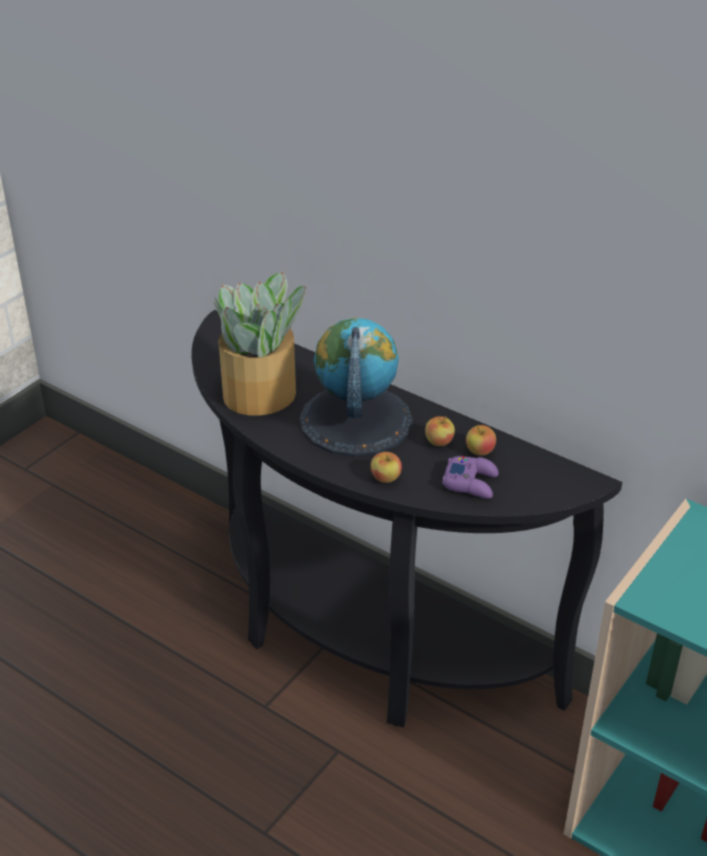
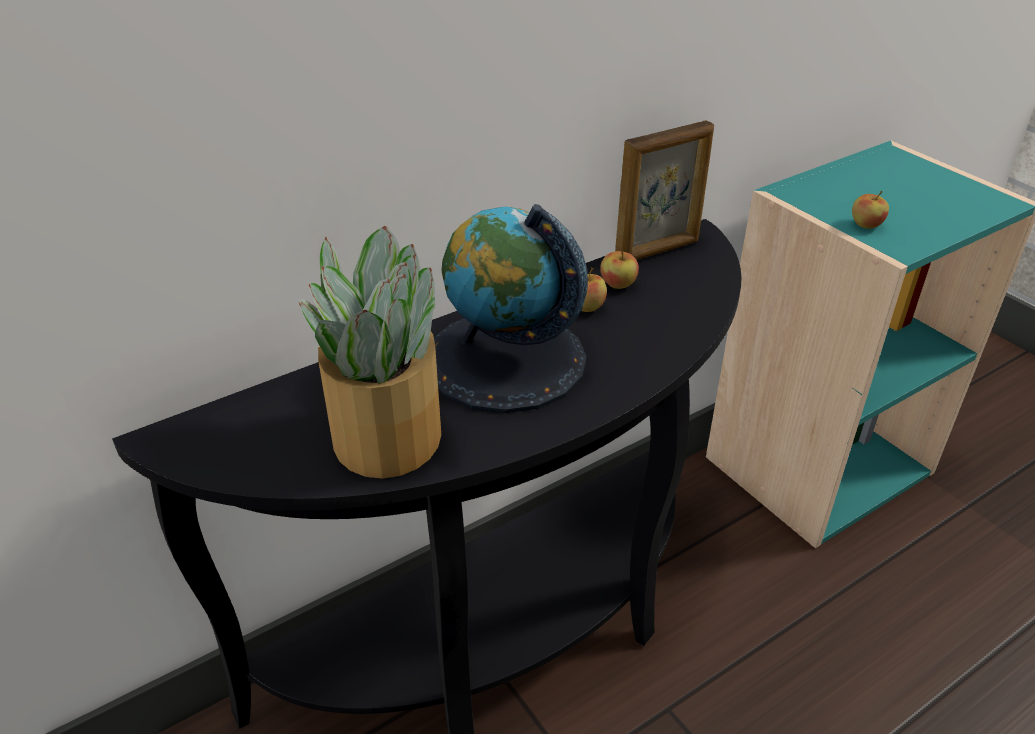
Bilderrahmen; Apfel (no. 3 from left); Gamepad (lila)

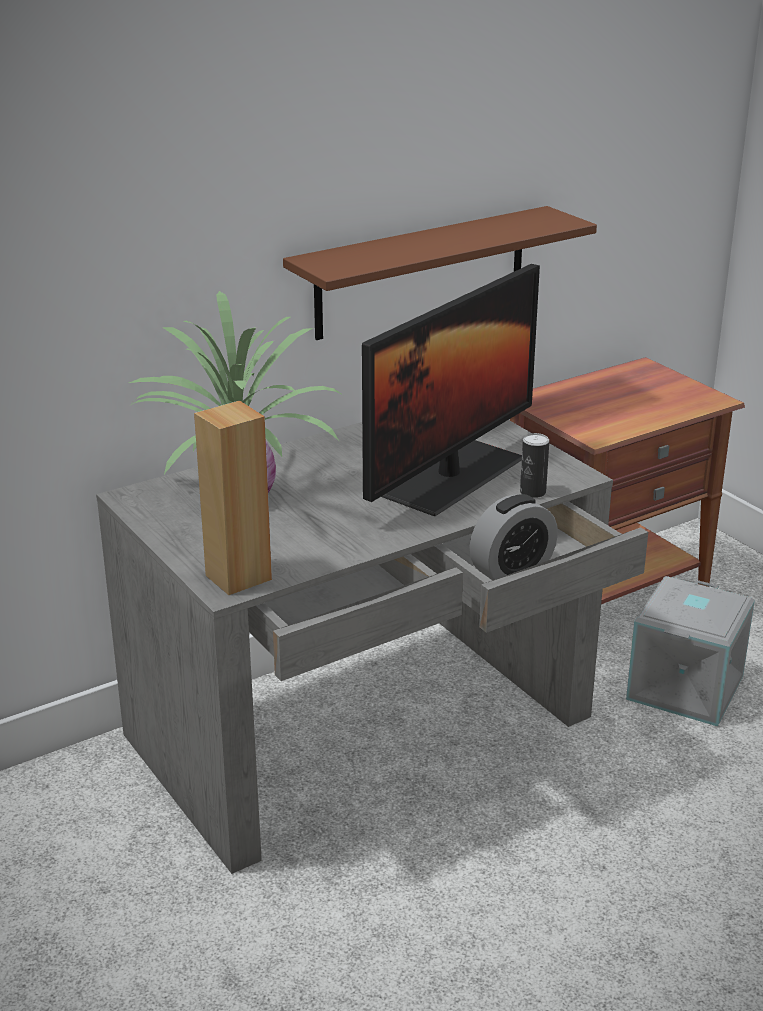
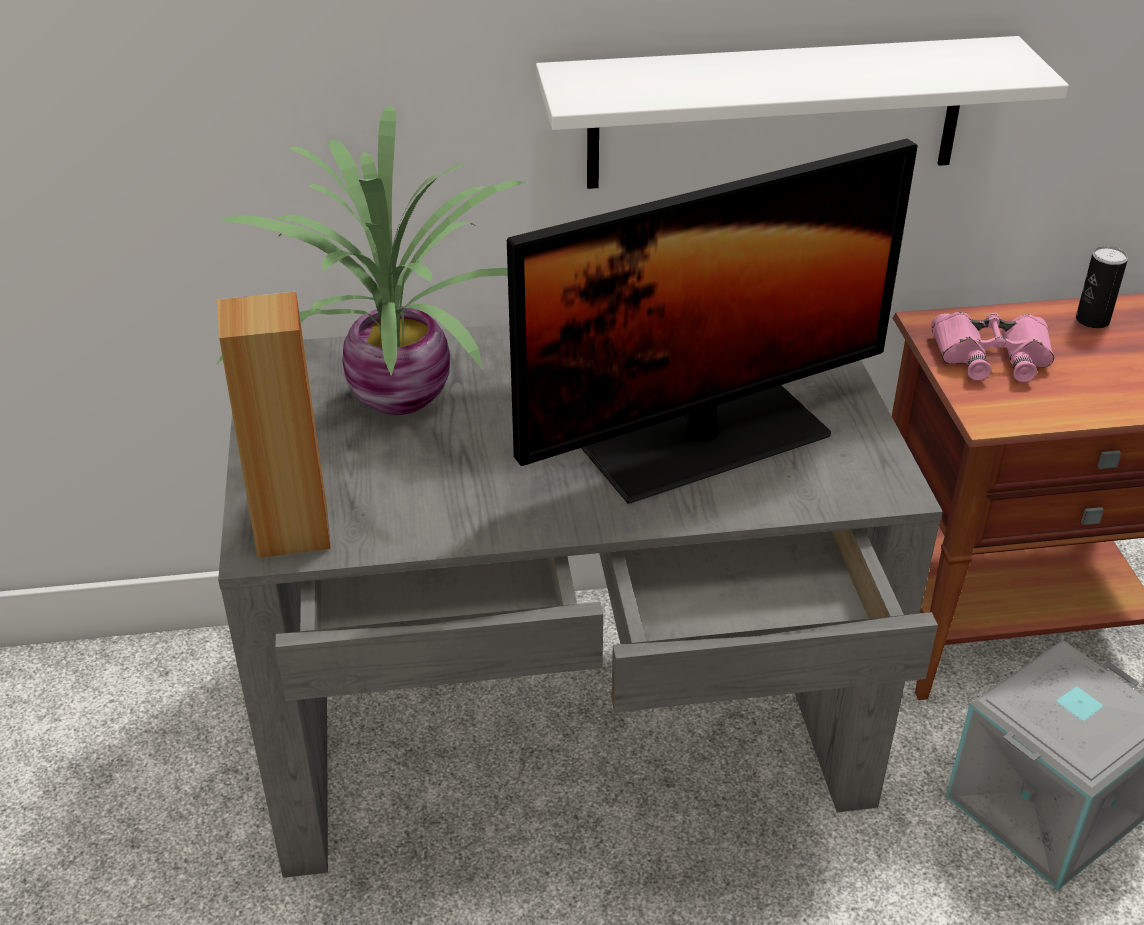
Wandregal (weiß); Fernglas (rosa); Dose; Wecker

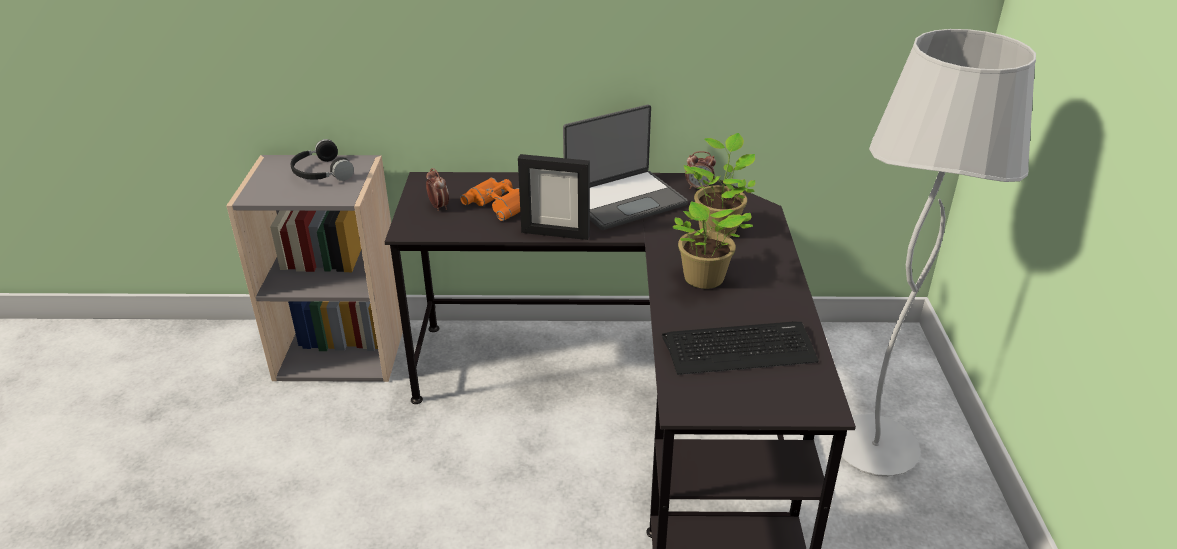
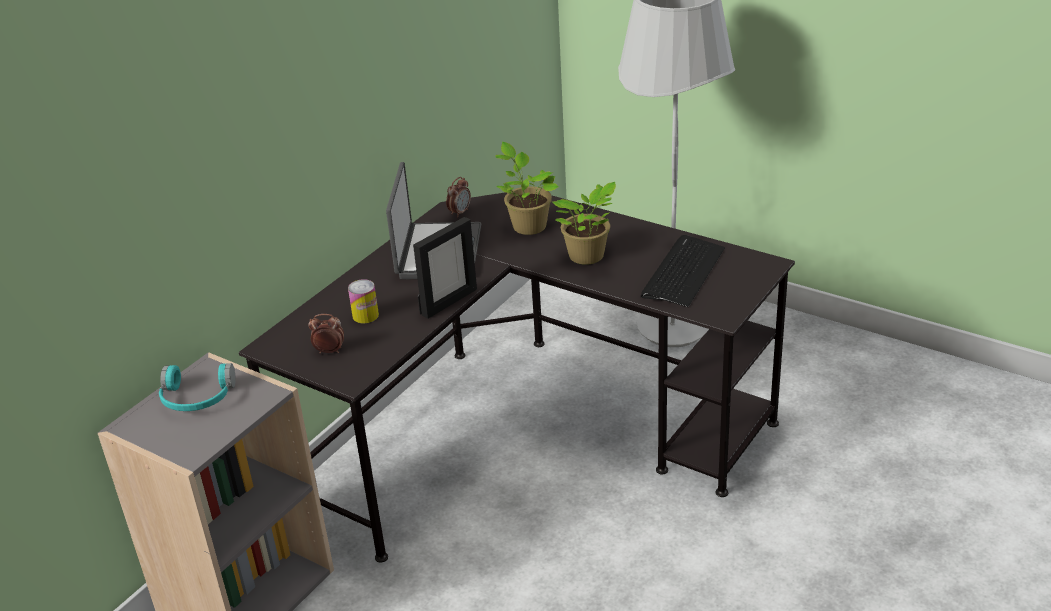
Kopfhörer (türkis); Dose

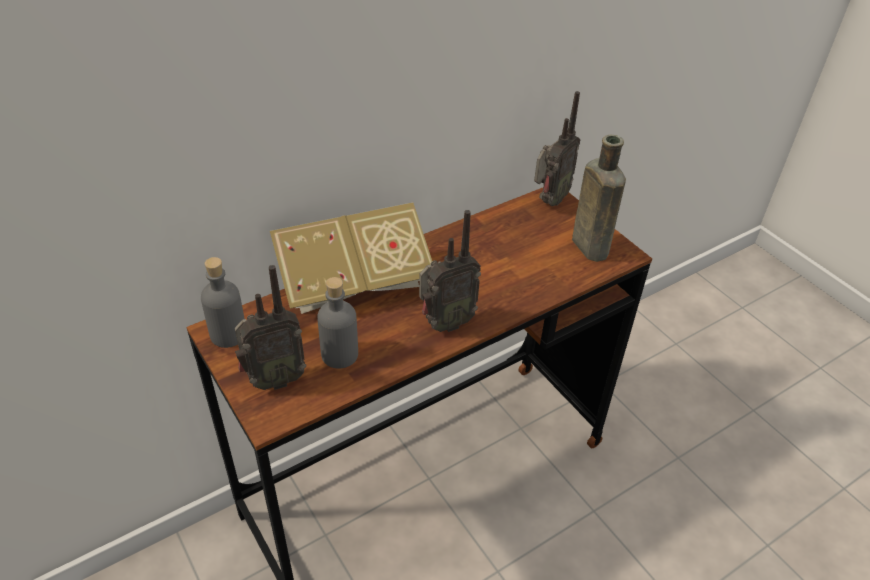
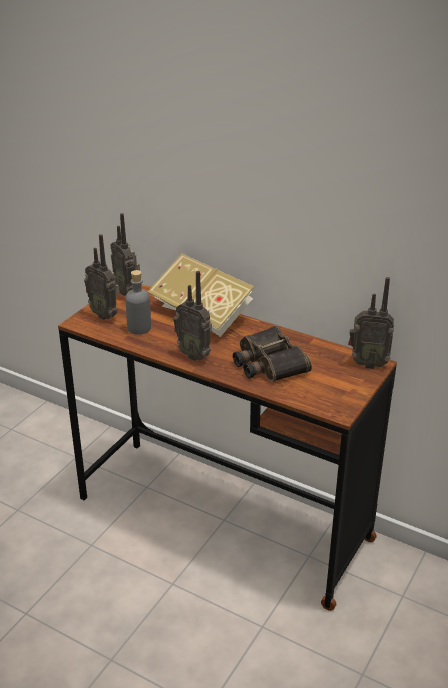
Radio (no. 2 from left); Fernglas; Flasche (braun)

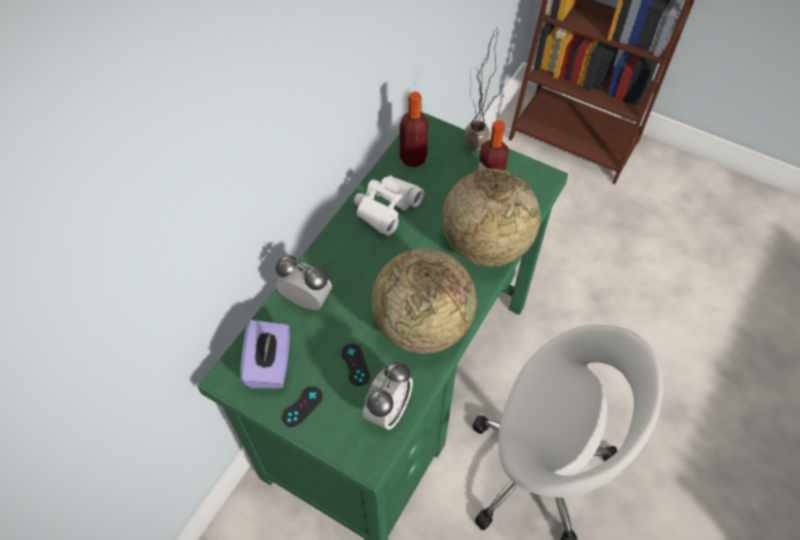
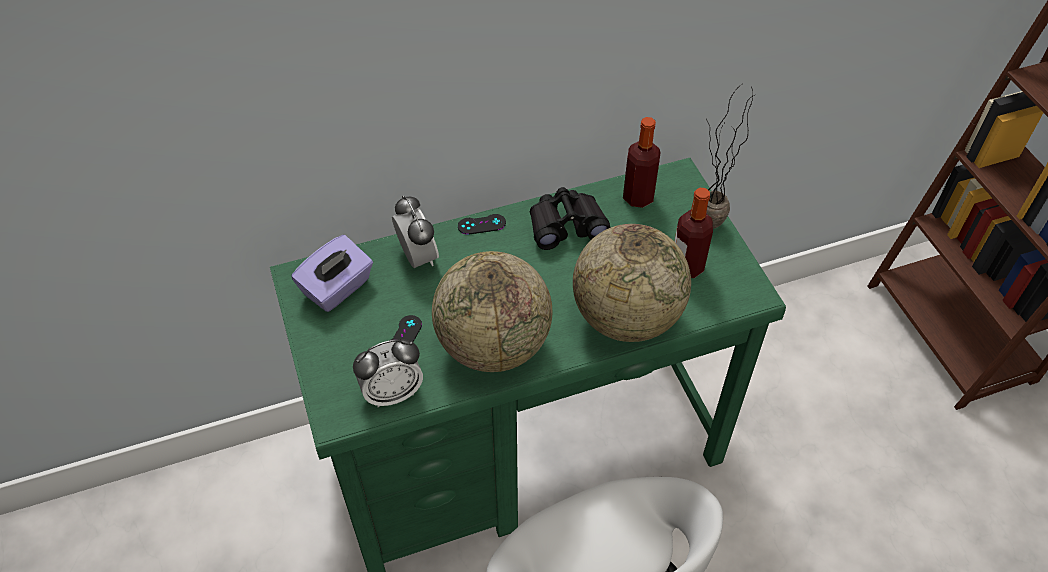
Gamepad (schwarz) (no. 2 from left); Fernglas (schwarz)

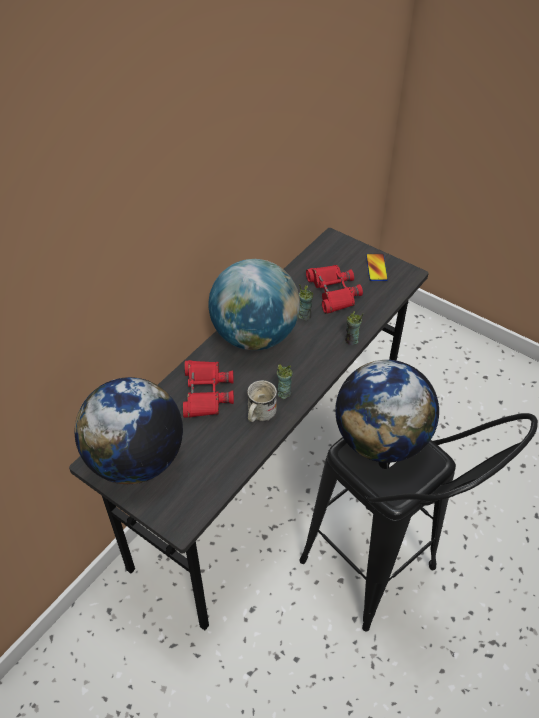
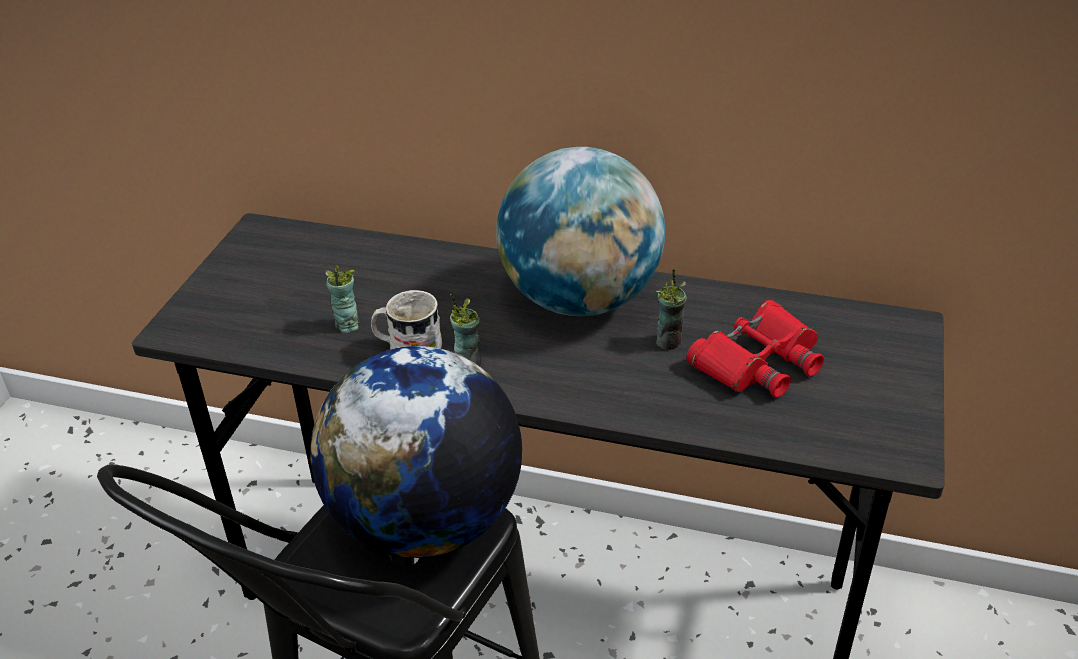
Tasse (no. 1 from left); Globus (no. 1 from left in the first image); Fernglas (rot) (no. 1 from left in the first image); Handy

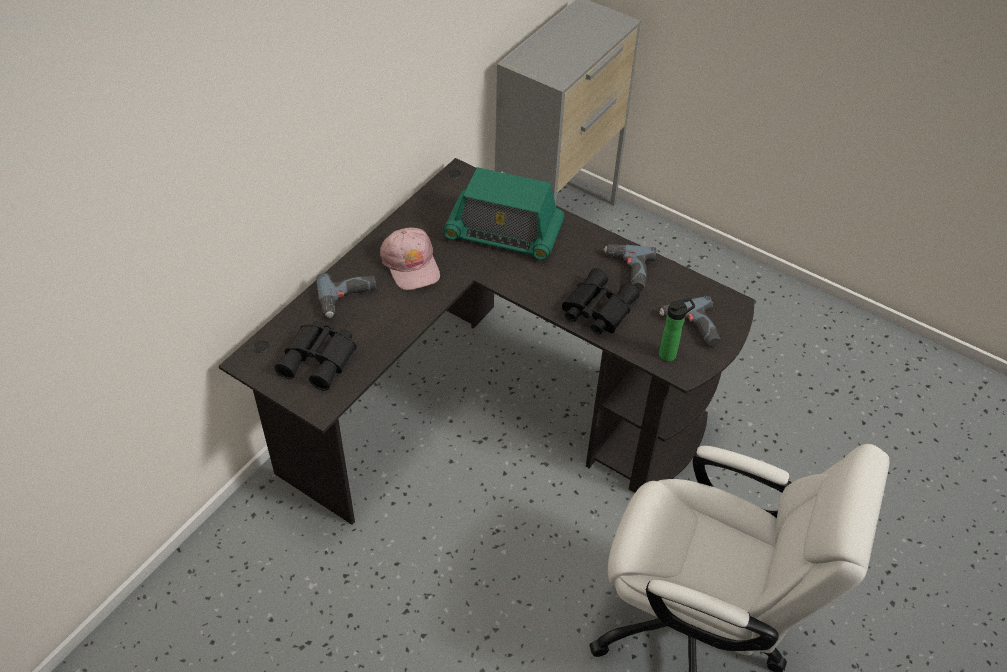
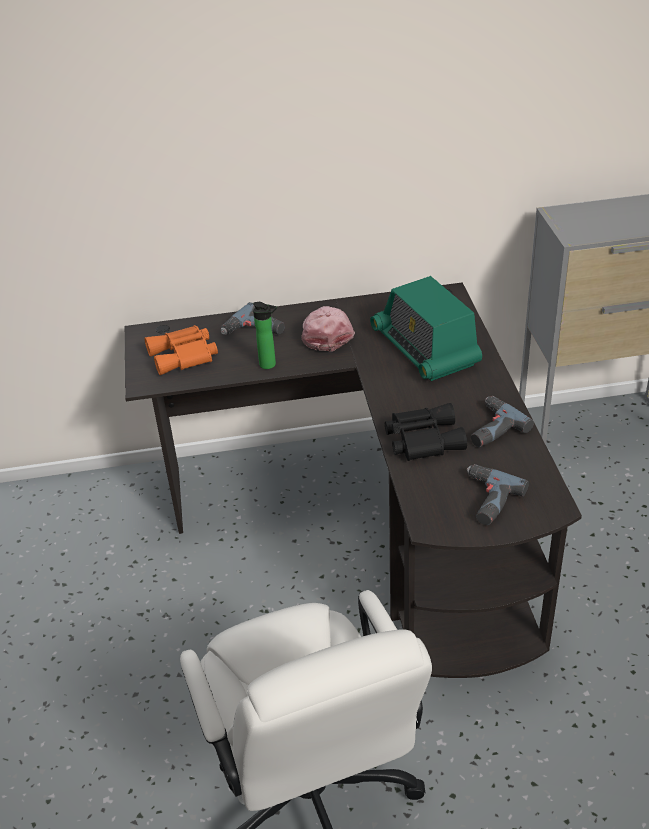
Fernglas (orange); Flasche; Kappe (rosa)

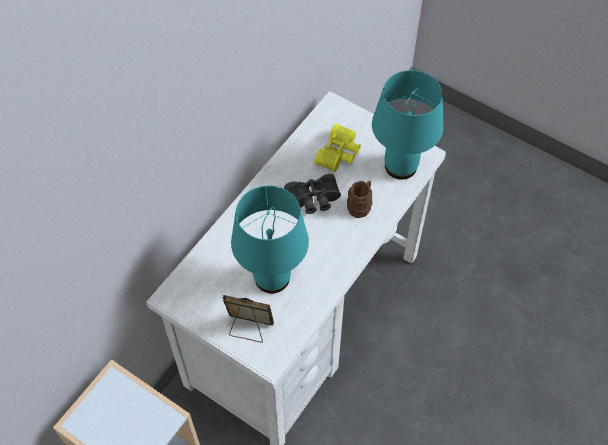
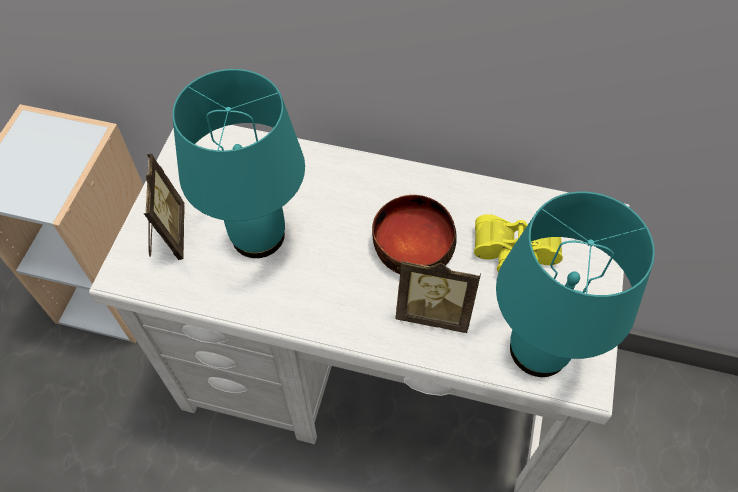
Schüssel; Bilderrahmen (no. 2 from left)

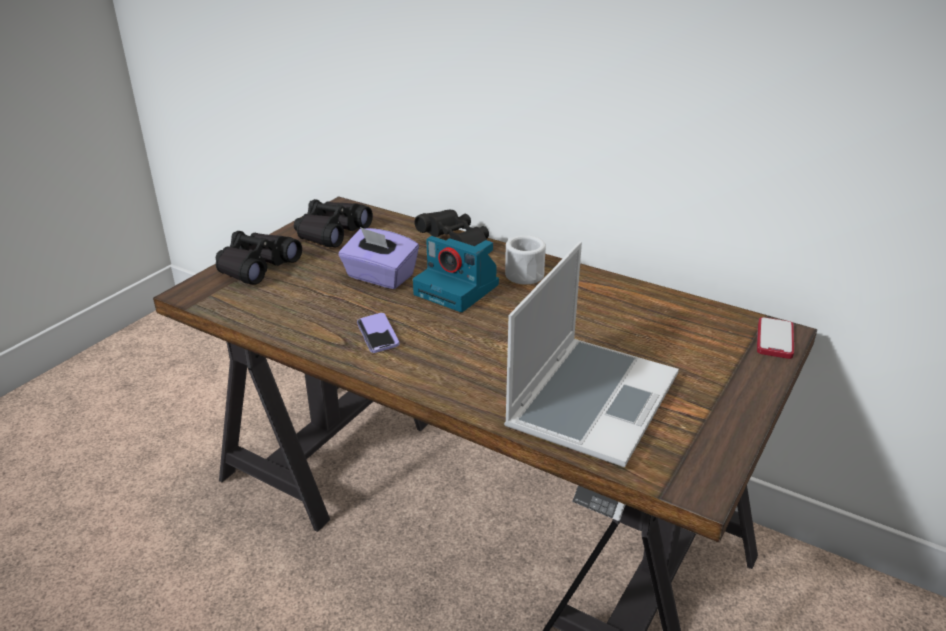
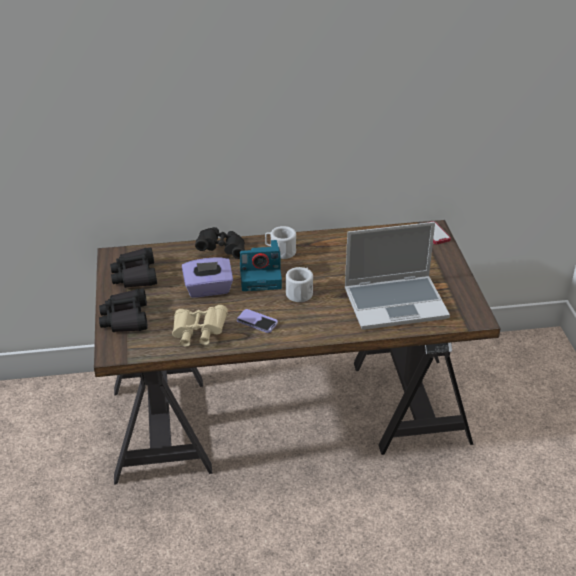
Fernglas (beige); Henkelbecher (weiß) (no. 2 from left); Laptop

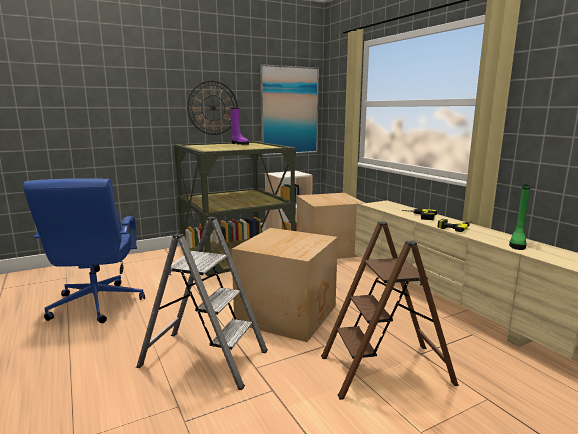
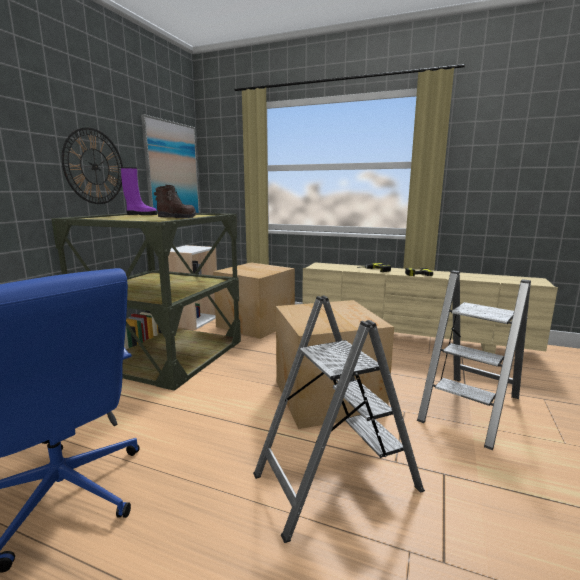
Stiefel (braun); Trittleiter (grau) (no. 2 from left); Stiefel (grün)

